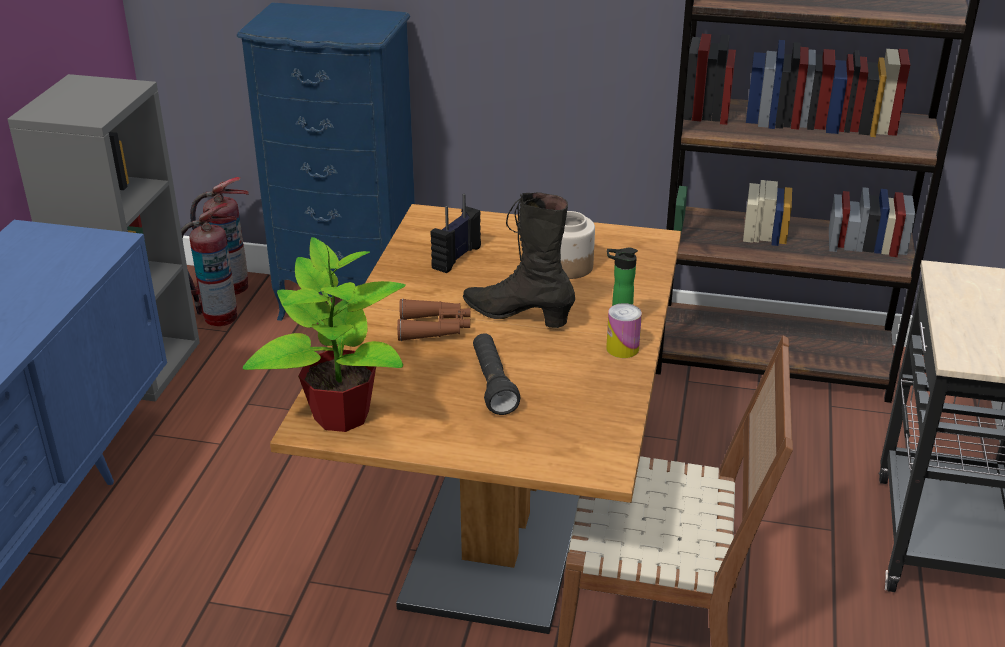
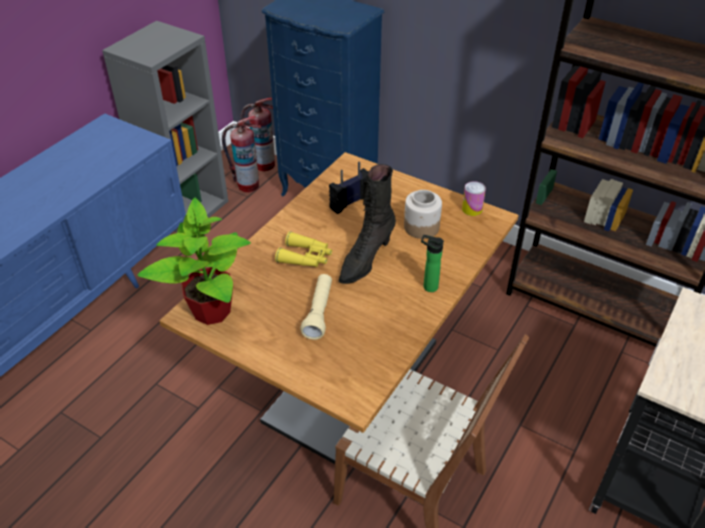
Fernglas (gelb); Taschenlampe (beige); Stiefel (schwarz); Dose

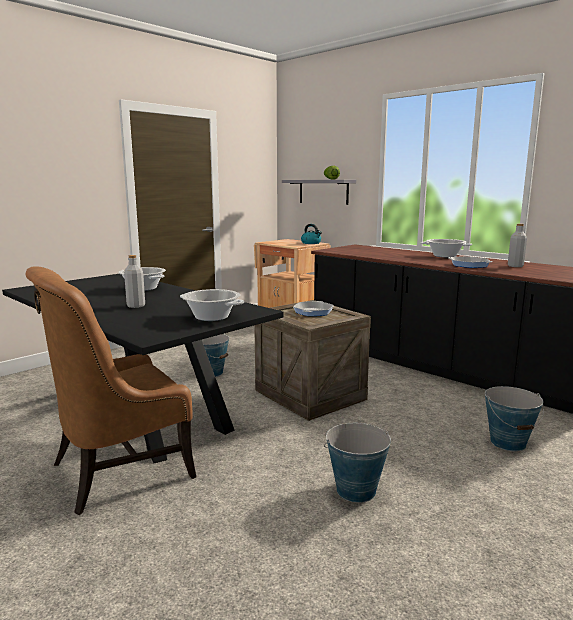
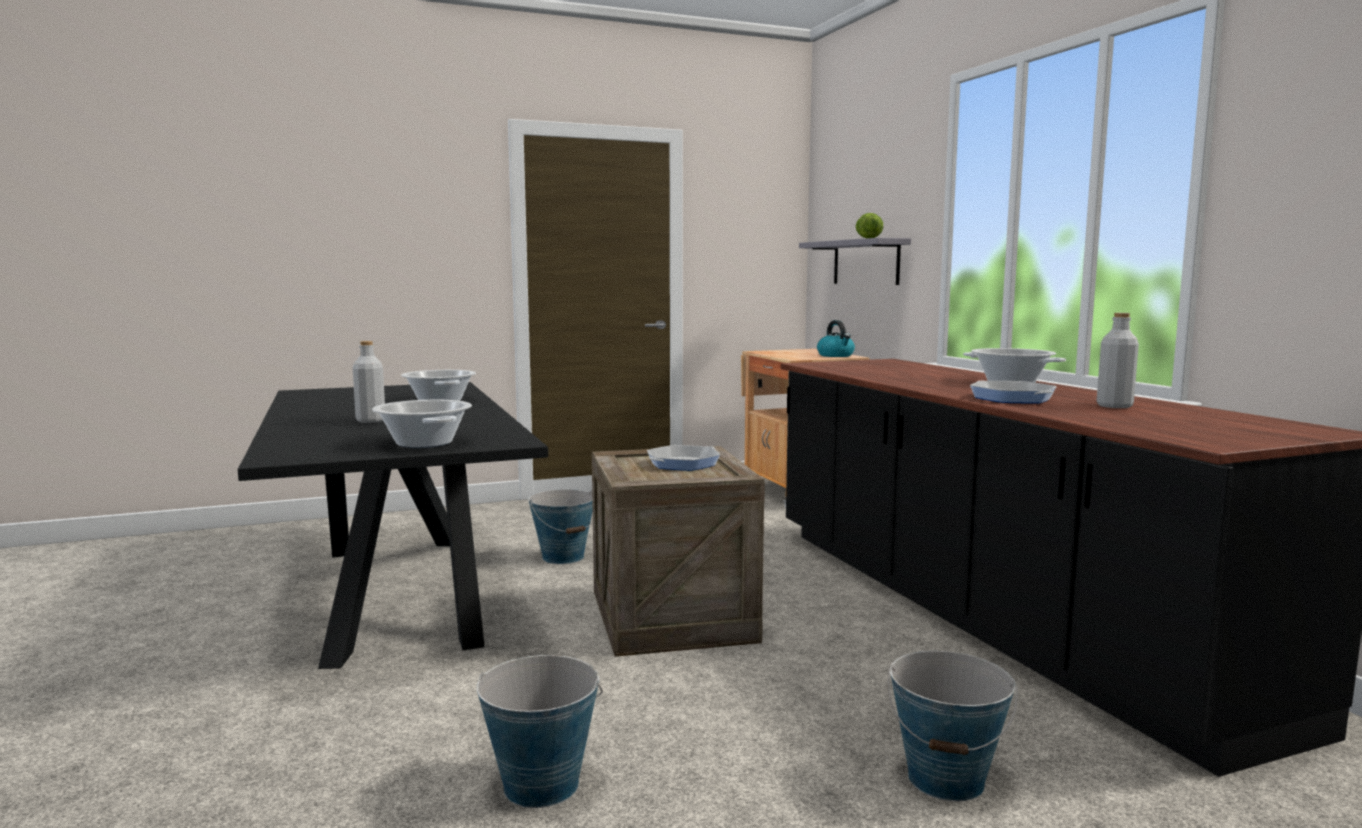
Stuhl (braun)

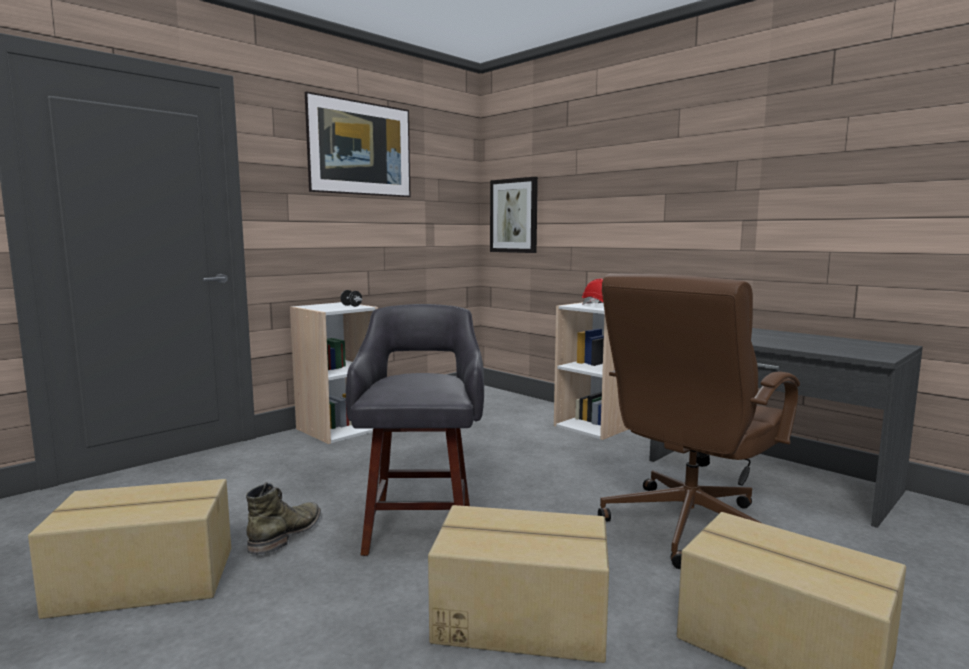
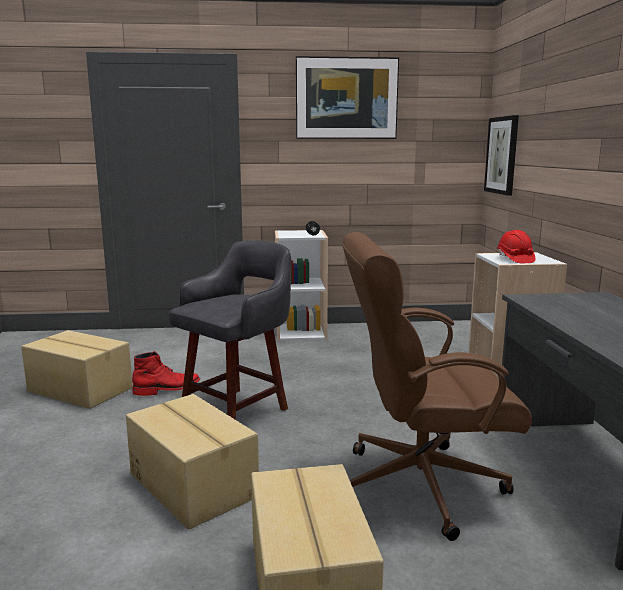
Stiefel (rot)

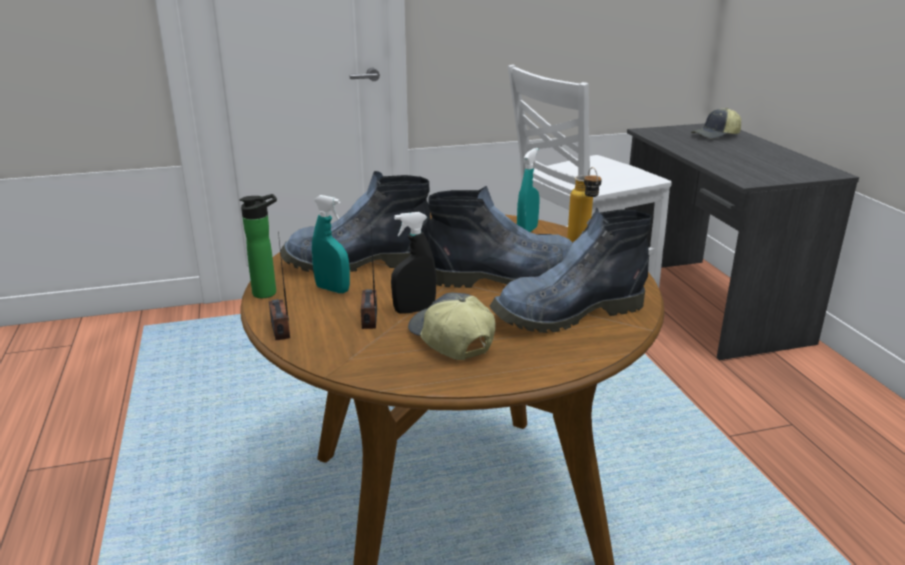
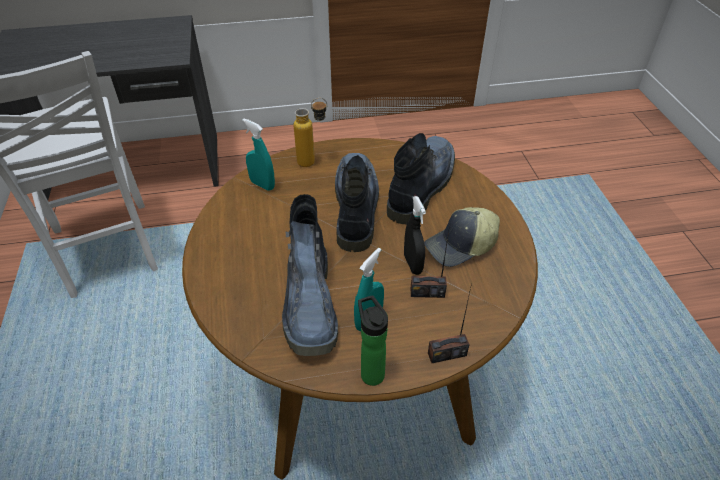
Stiefel (no. 3 from left); Kappe (no. 2 from left in the first image)

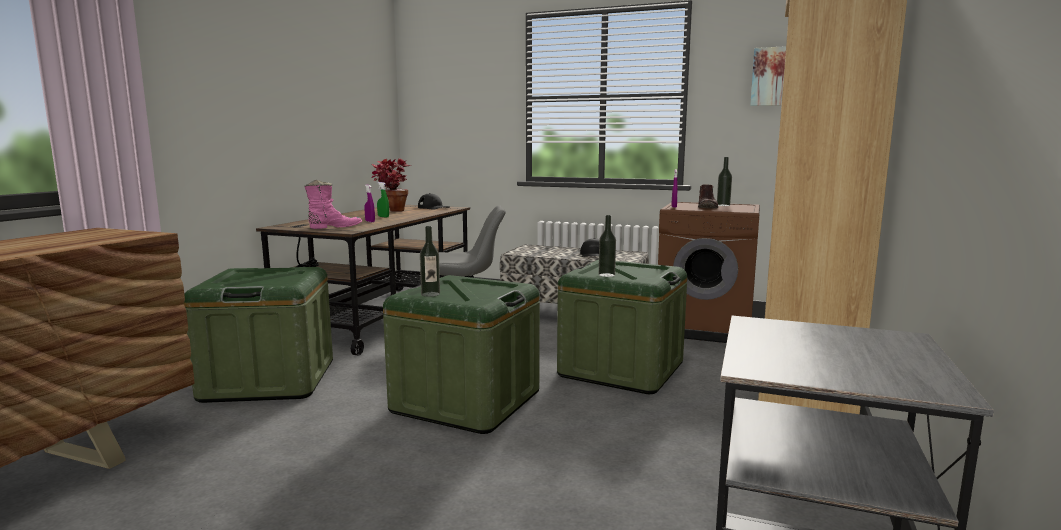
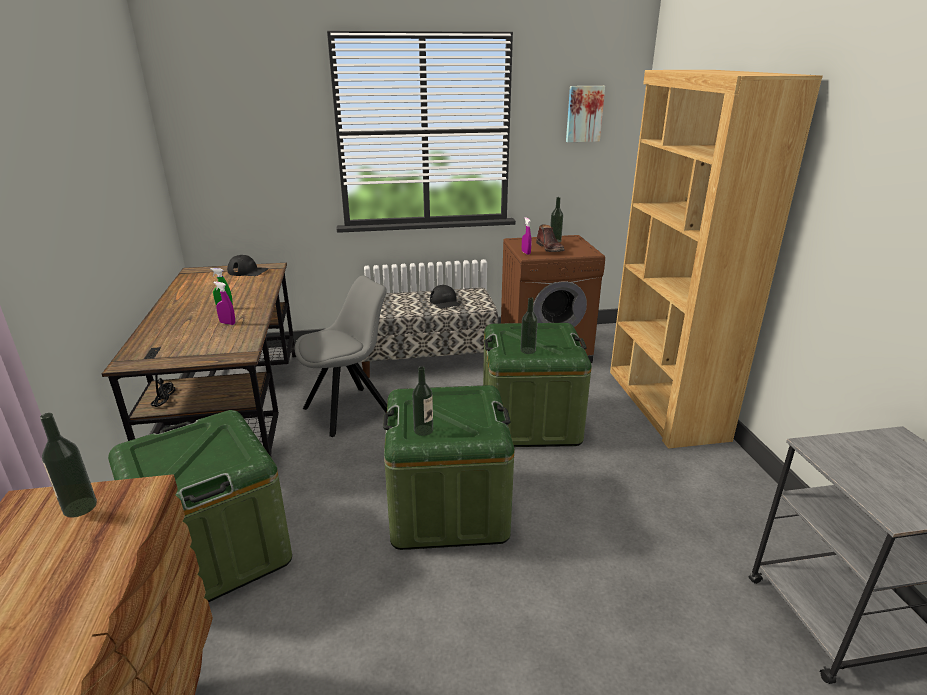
Flasche (no. 1 from left); Stiefel (rosa); Topfpflanze

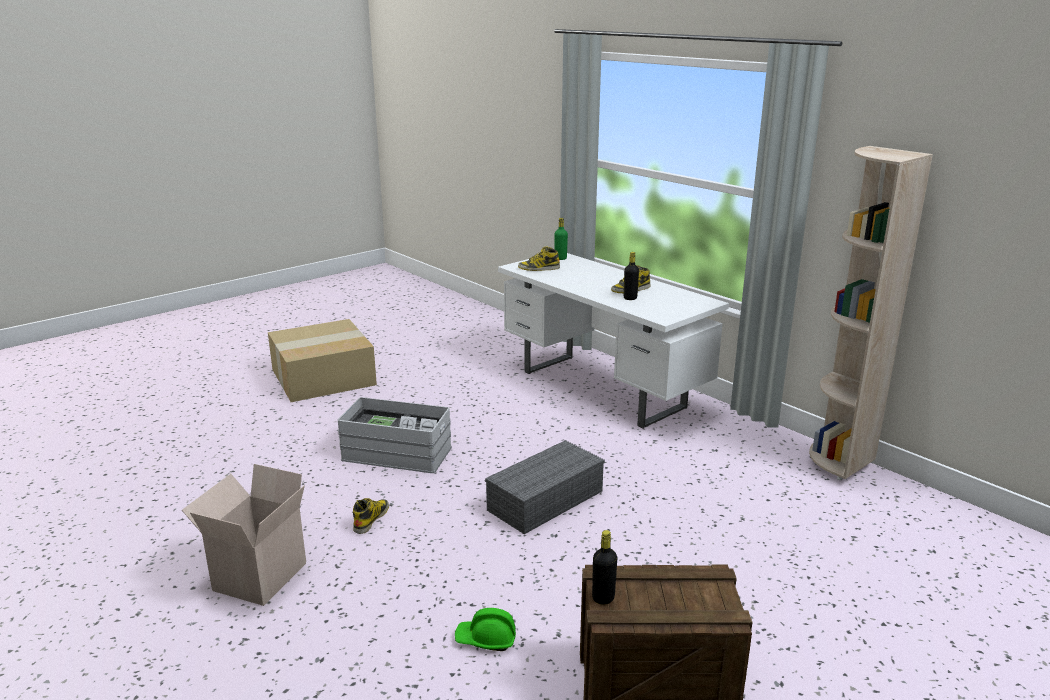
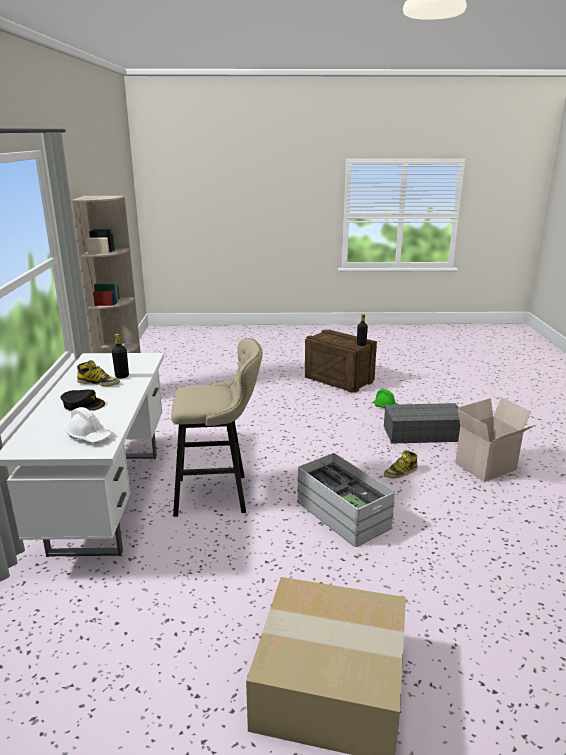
Kappe (schwarz); Schutzhelm (weiß); Hocker (beige); Aufbewahrungsbox (grau) (no. 2 from left); Flasche (grün)

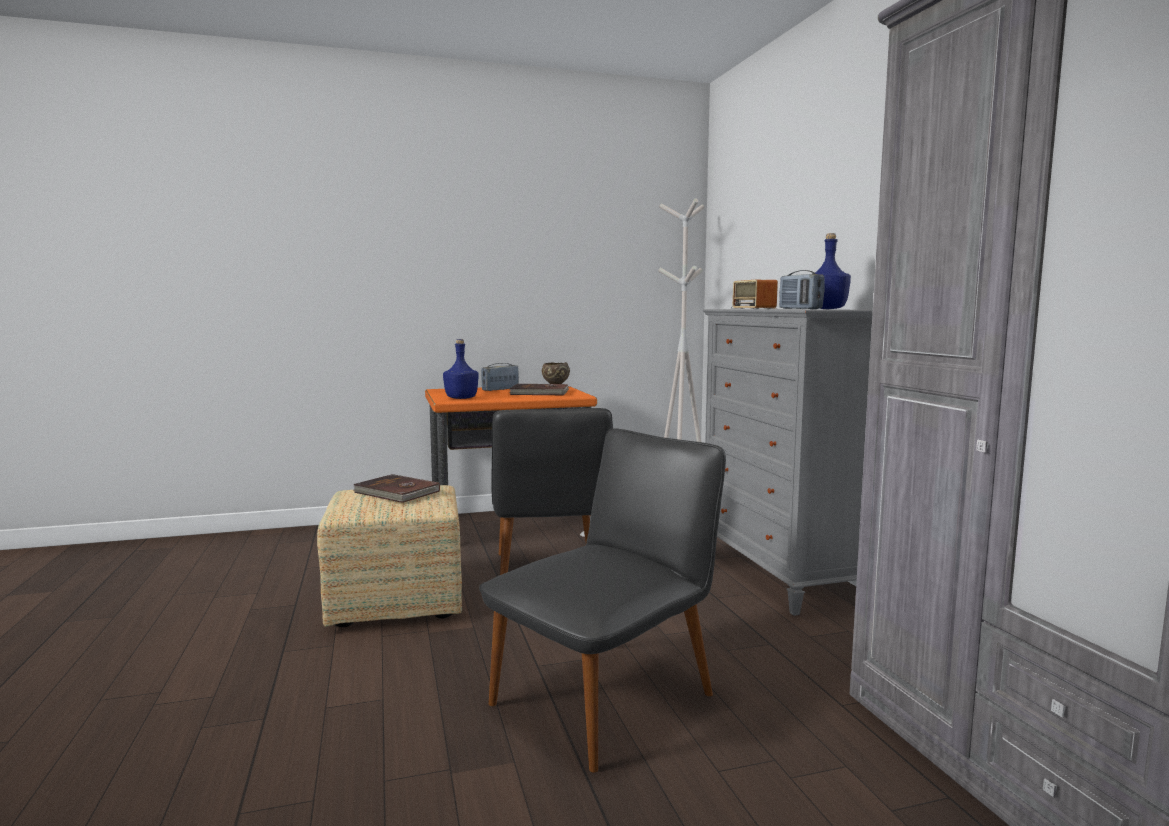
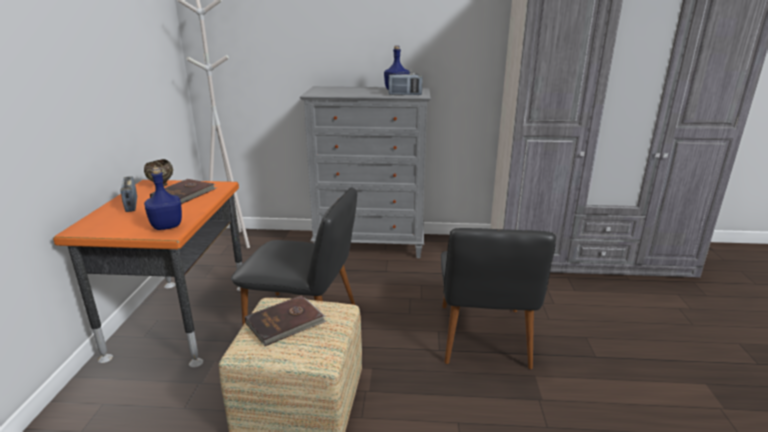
Stuhl (schwarz) (no. 2 from left); Radio (no. 2 from left in the first image)

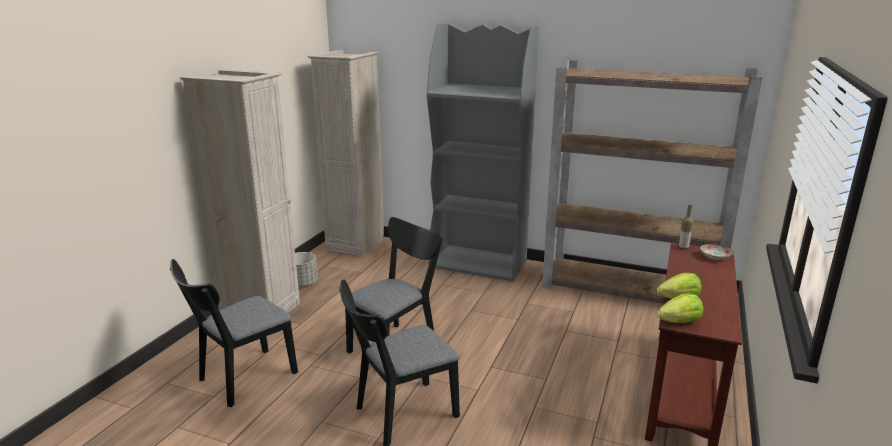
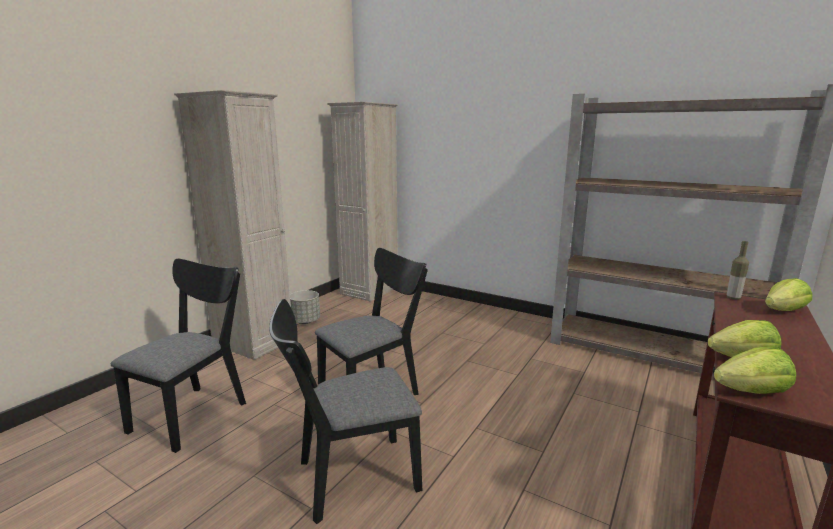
Stuhl (schwarz) (no. 1 from left); Salatkopf (no. 3 from left); Bücherregal (grau)

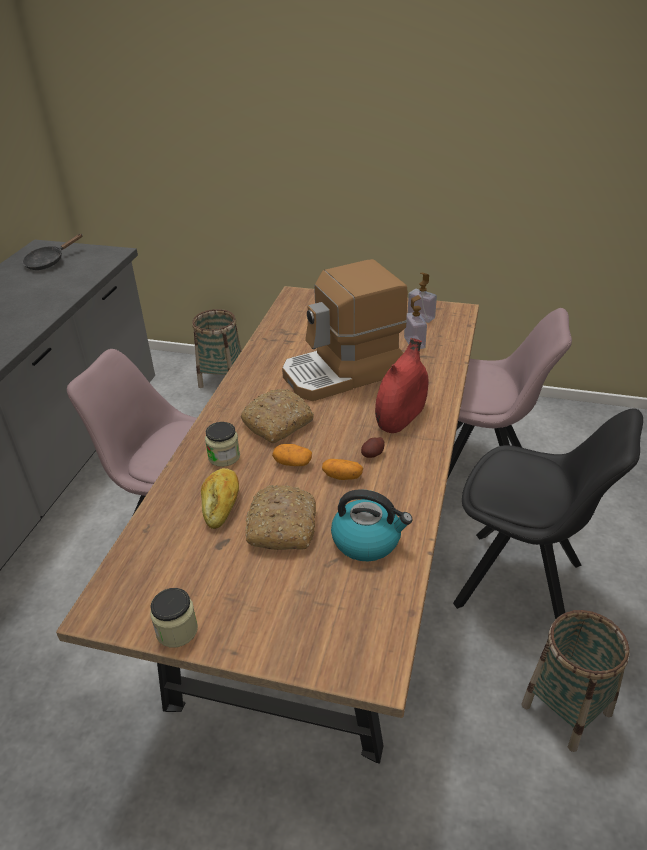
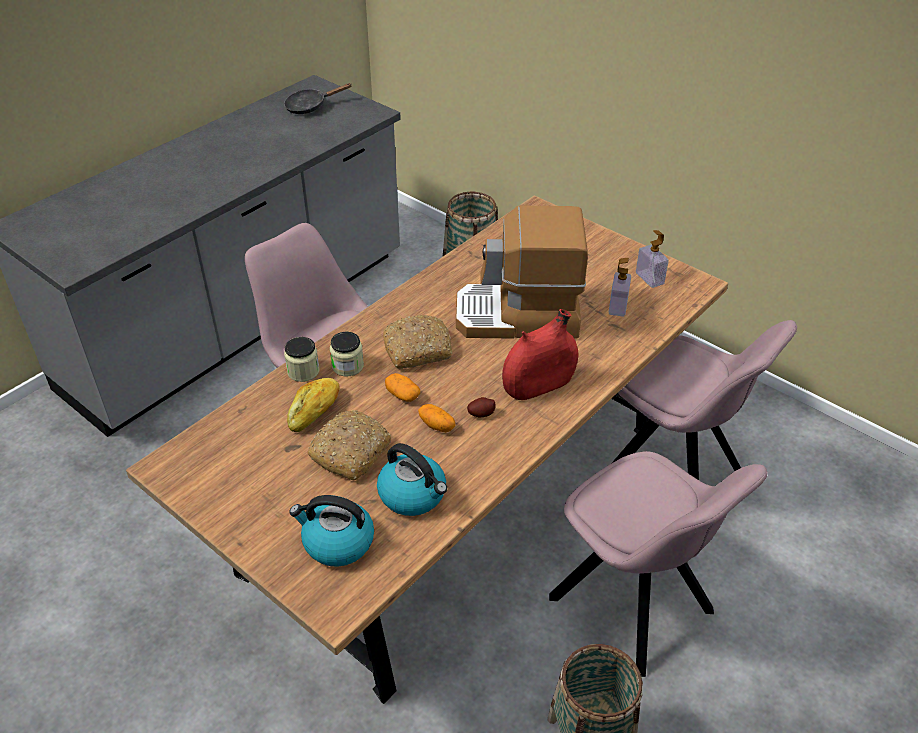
Vorratsglas (no. 1 from left); Wasserkessel (no. 1 from left); Stuhl (rosa) (no. 2 from left)

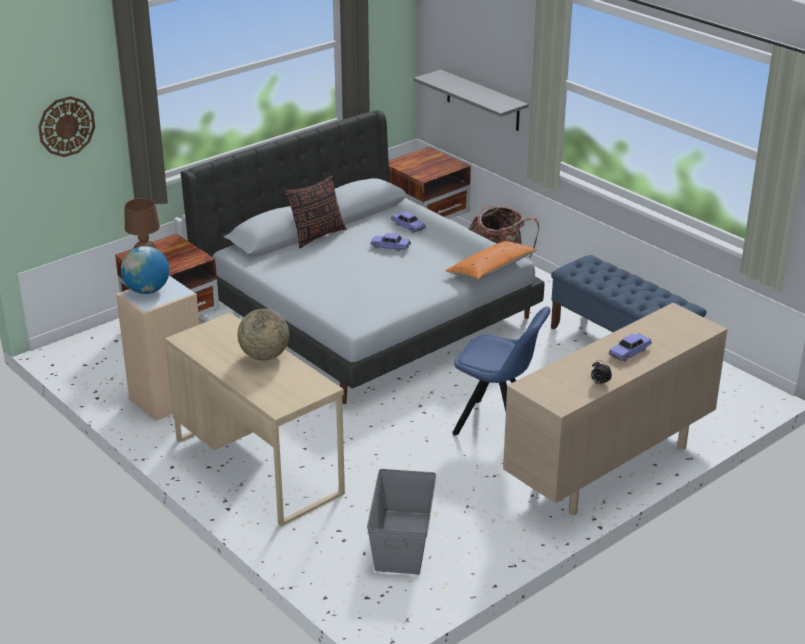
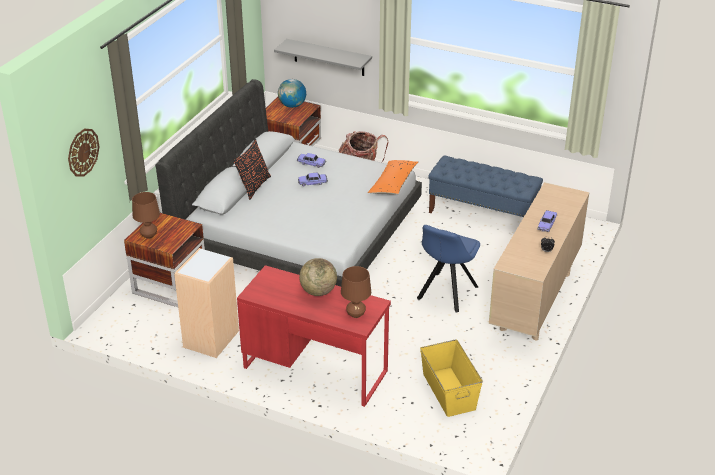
Schreibtisch (rot); Globus (no. 1 from left); Tischlampe (braun) (no. 2 from left); Stuhl (blau); Aufbewahrungsbox (gelb)

